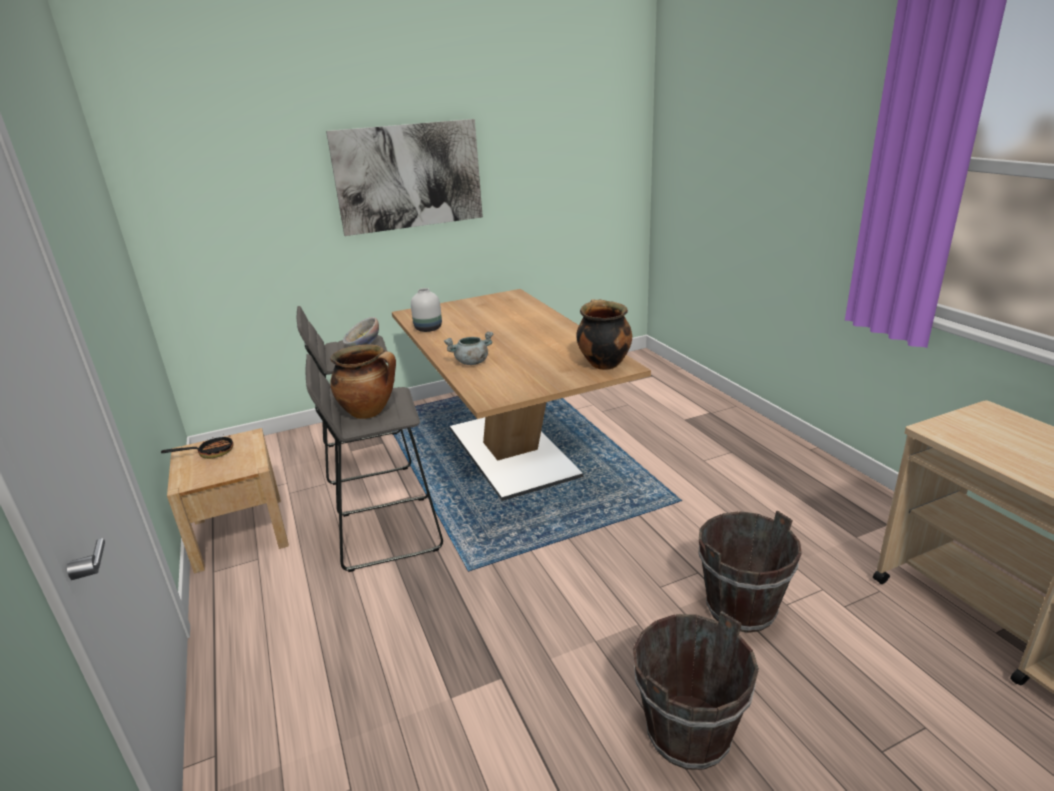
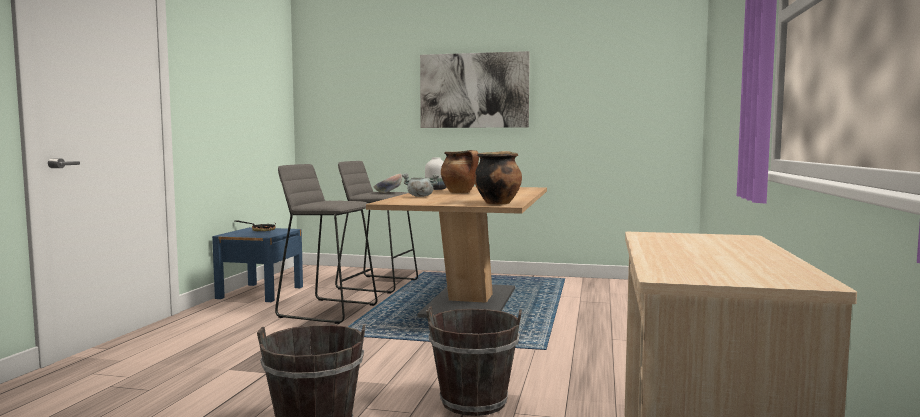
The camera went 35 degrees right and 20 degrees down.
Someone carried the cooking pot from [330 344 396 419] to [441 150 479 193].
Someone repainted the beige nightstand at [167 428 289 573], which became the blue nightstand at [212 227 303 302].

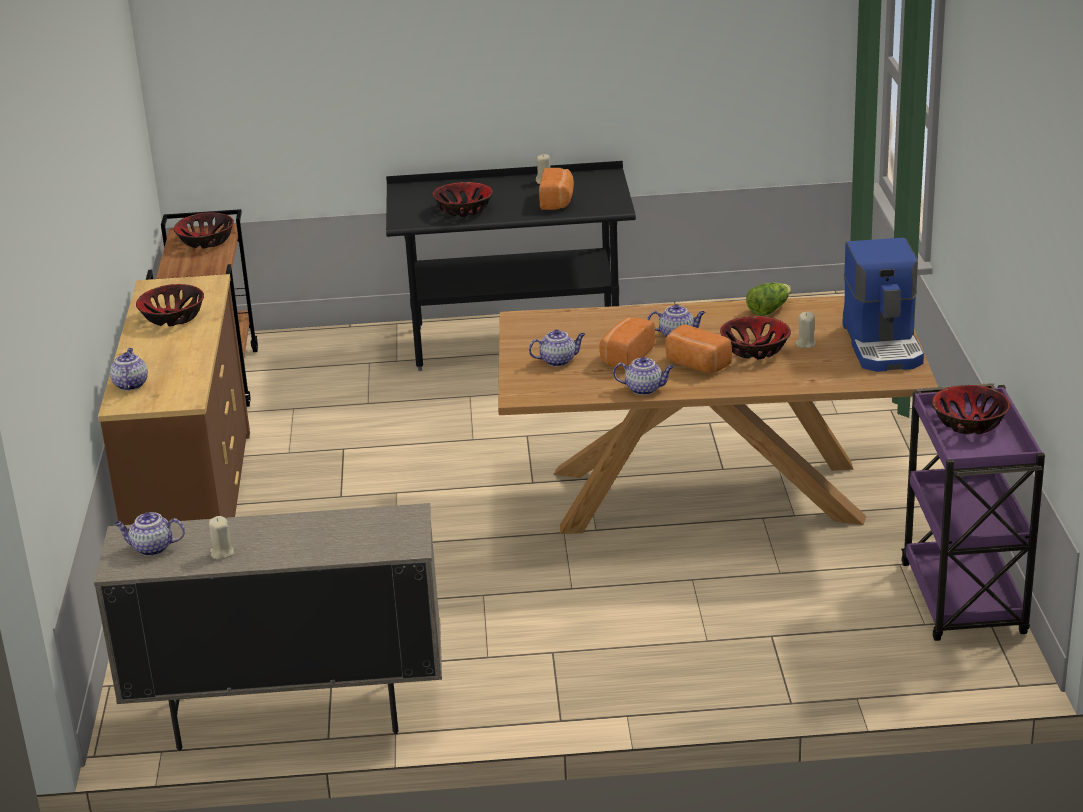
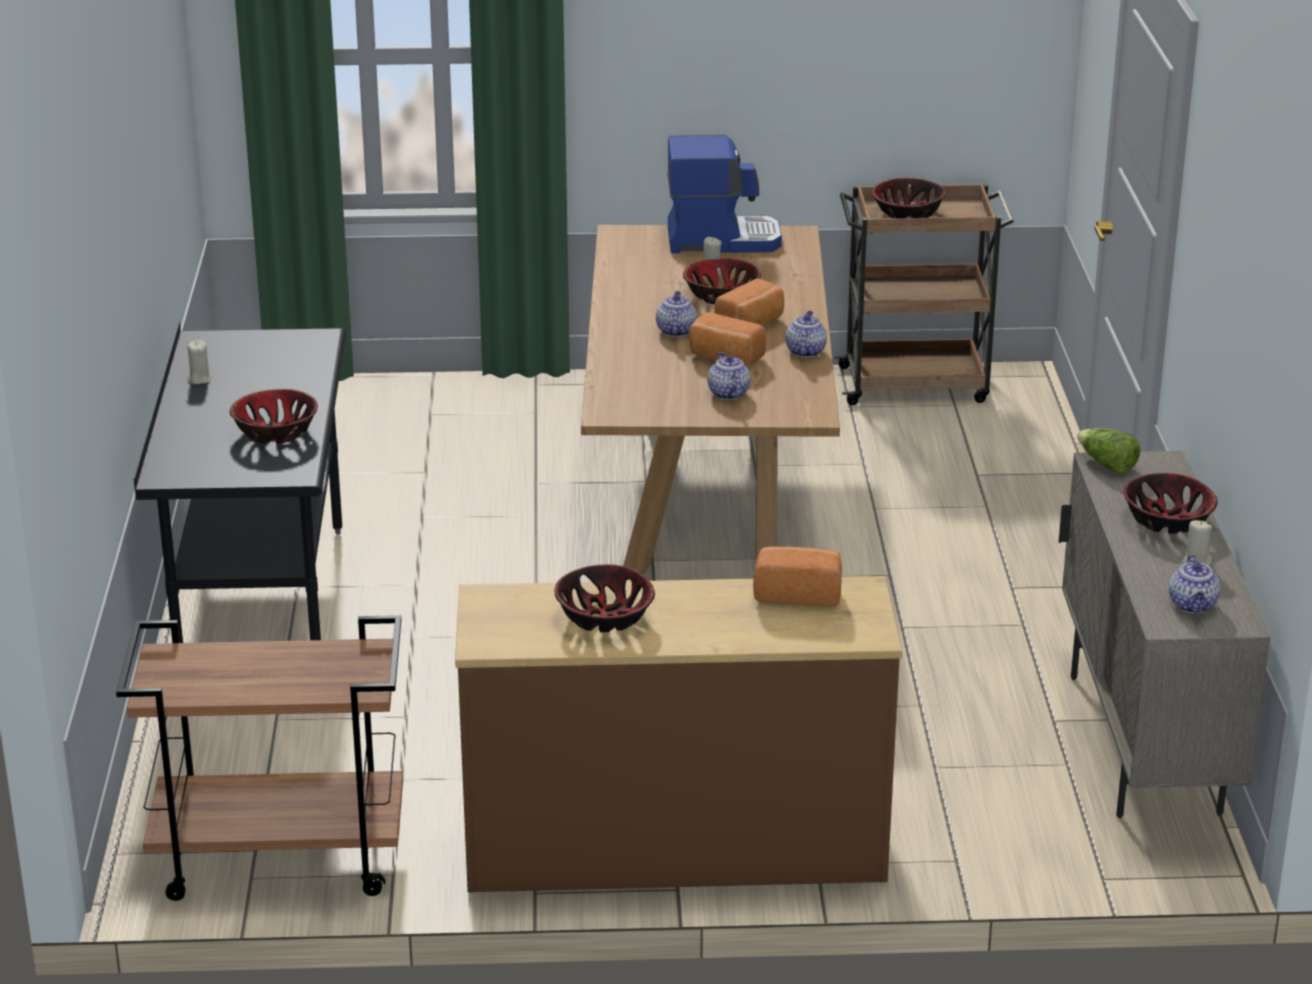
The camera went 90 degrees left and 0 degrees up.
Someone carried the bread from [539 168 574 210] to [753 546 842 606].
Someone carried the bowl from [174 212 234 249] to [1123 473 1218 534].
Someone carried the lettuce from [746 283 791 316] to [1077 428 1140 473].
Someone took away the teapot at [110 348 148 391].
Someone repainted the purple cart at [901 383 1045 641], which became the brown cart at [834 184 1014 405].

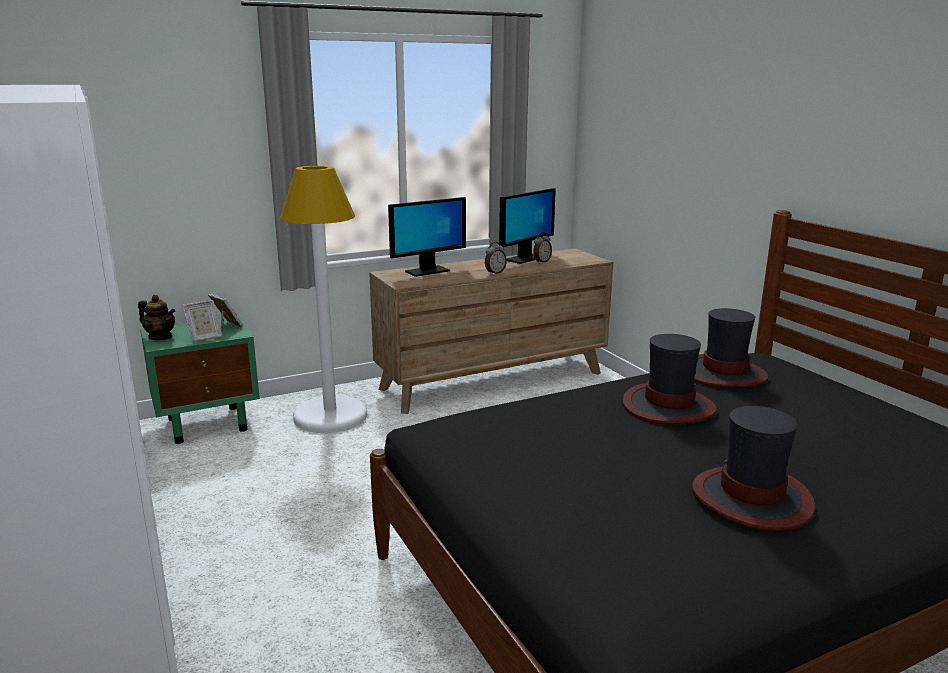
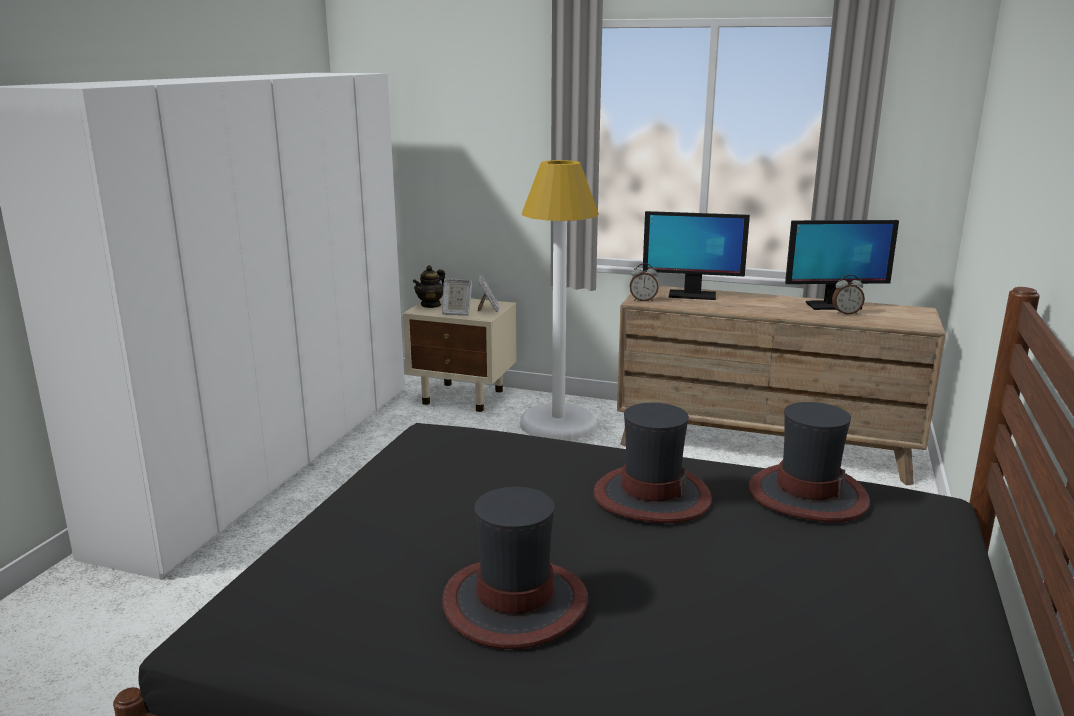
The camera went 45 degrees right and 0 degrees up.
Someone carried the alarm clock from [485 242 507 275] to [630 263 659 301].
Someone rotated the teapot at [138 295 175 340] by 60 degrees clockwise.
Someone repainted the green nightstand at [140 316 260 444], which became the beige nightstand at [403 296 516 412].

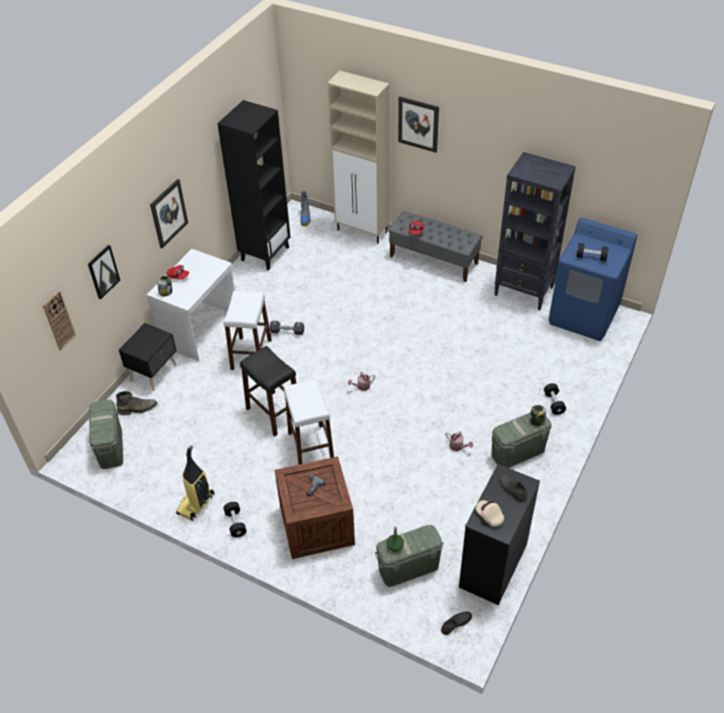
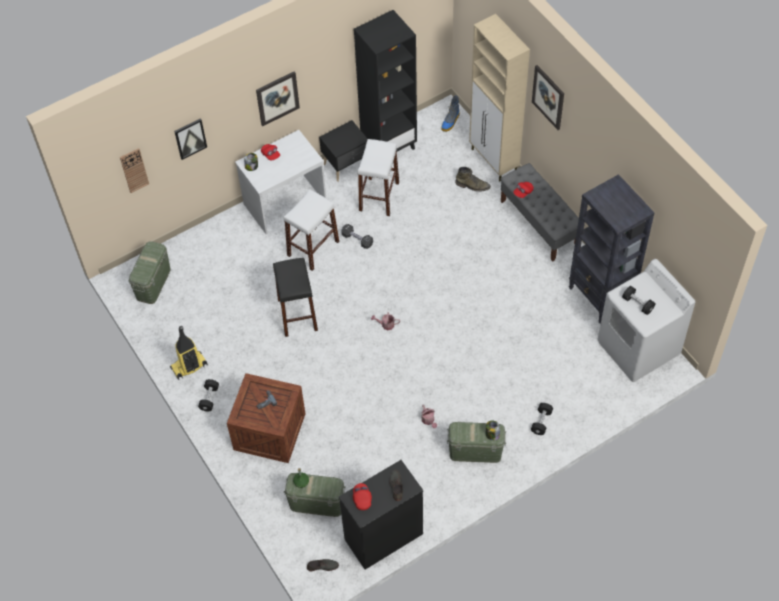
The camera went 30 degrees right and 10 degrees up.
Someone repainted the blue washing machine at [549 218 638 341], which became the white washing machine at [598 259 695 382].
Someone carried the black nightstand from [119 323 177 391] to [319 120 368 182].
Someone carried the white stool from [284 379 334 465] to [358 139 399 216].
Someone carried the green boot from [116 391 157 415] to [455 167 491 192].
Someone repainted the beige cap at [476 500 504 527], which became the red cap at [353 483 372 510].

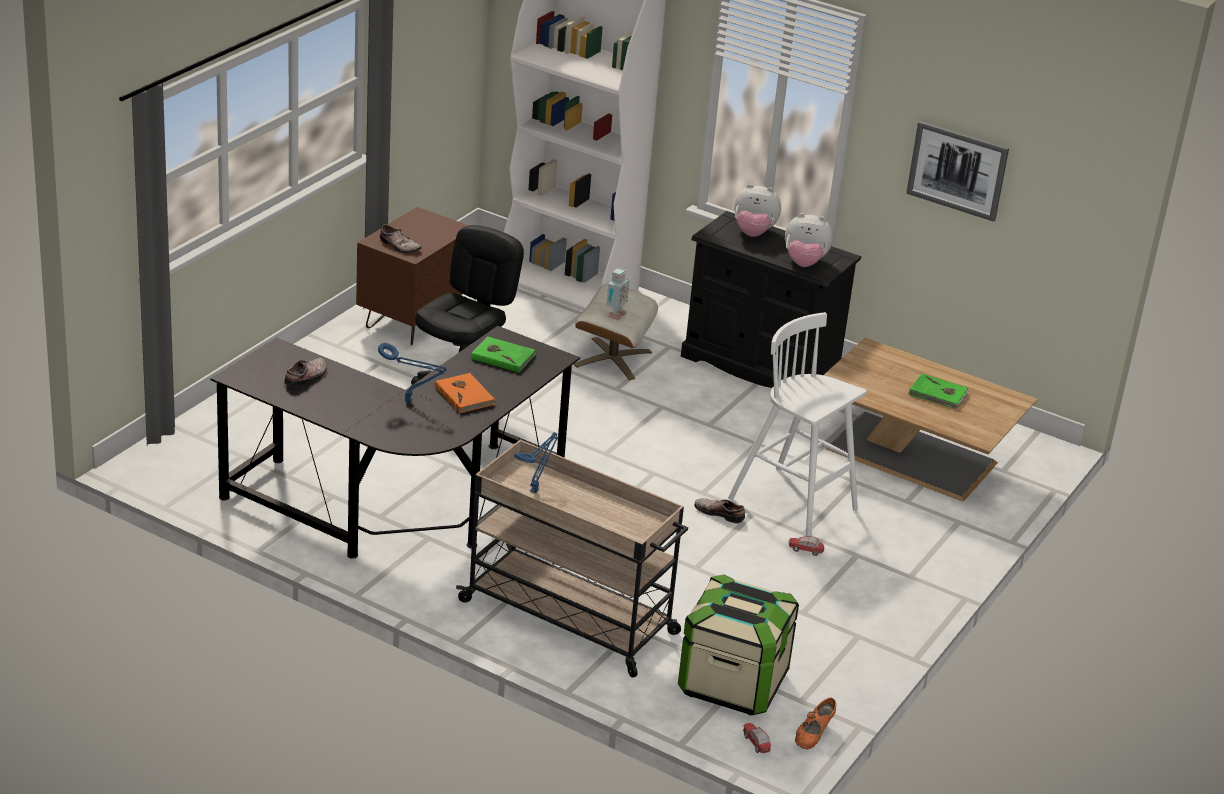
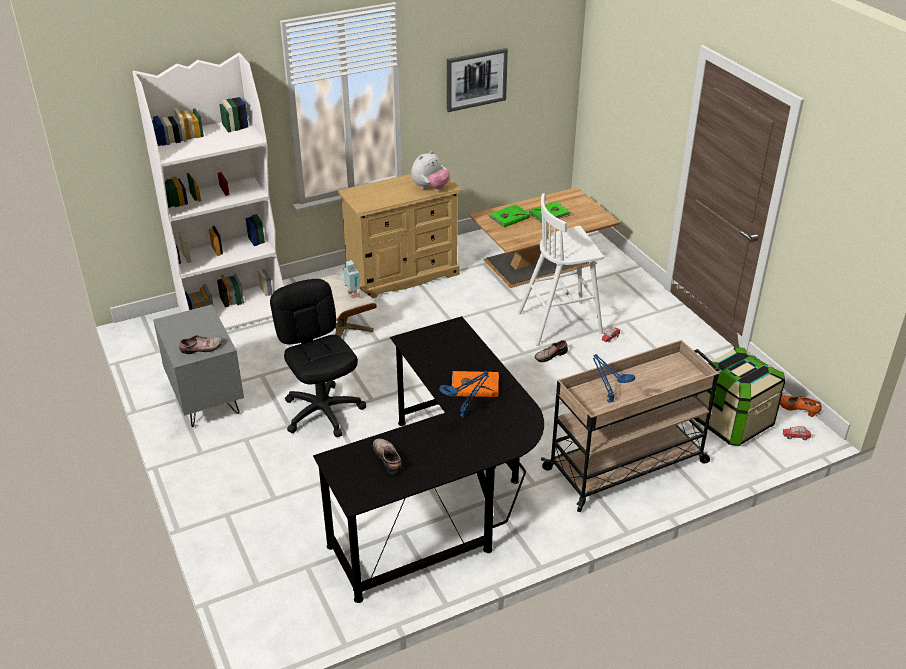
The camera went 55 degrees left and 5 degrees up.
Someone took away the plush toy at [734 184 781 237].
Someone repainted the brown nightstand at [356 207 469 345], which became the grey nightstand at [153 304 244 427].
Someone repainted the black dresser at [681 211 861 388], which became the beige dresser at [338 174 462 298].
Someone carried the green book from [472 337 536 373] to [488 204 530 227].
Someone rotated the orange shoe at [795 698 836 749] by 150 degrees clockwise.

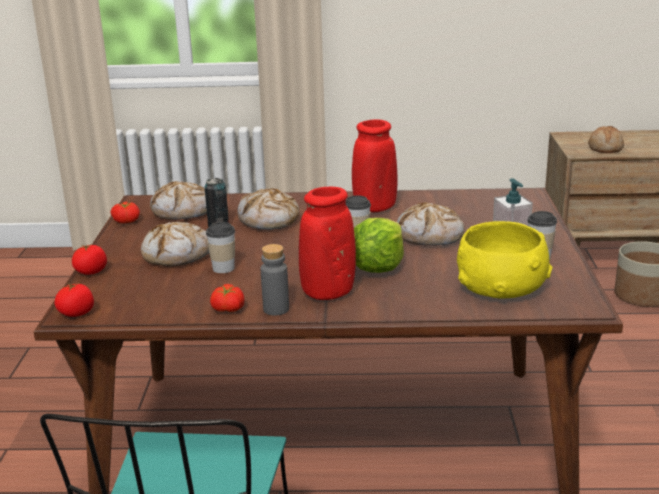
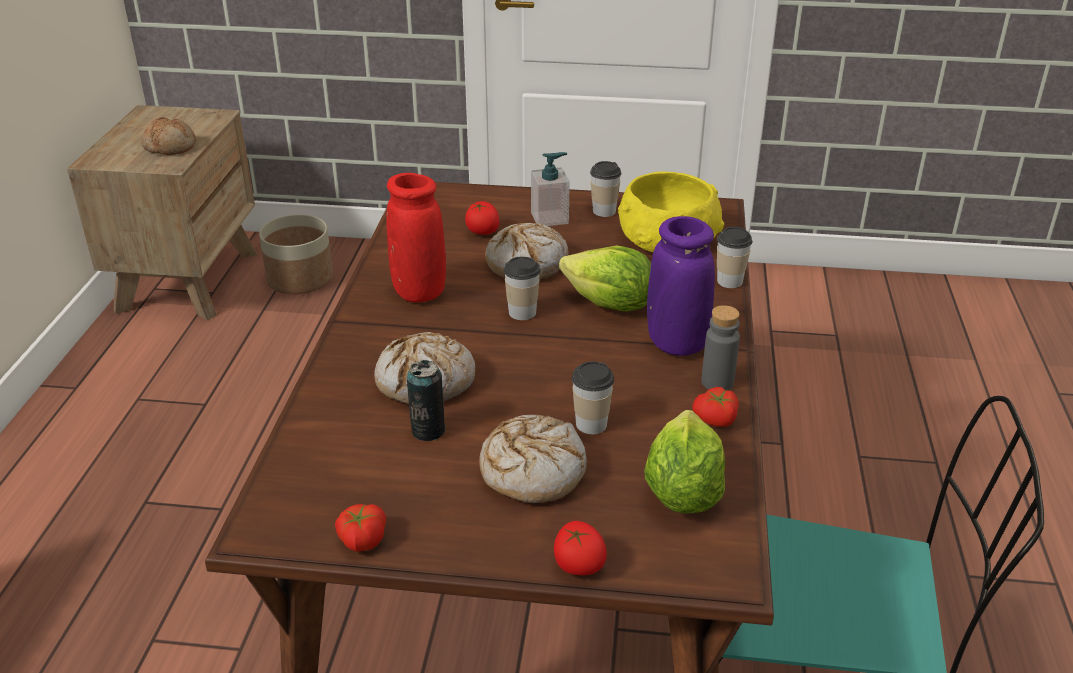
The camera went 85 degrees left and 10 degrees up.
Someone took away the bread at [150 181 207 220].
Someone repainted the red vase at [299 187 356 300], which became the purple vase at [647 216 715 356].
Someone carried the tomato from [54 283 94 317] to [465 201 499 235].
Someone put down the cup at [717 227 752 288].
Someone put down the lettuce at [644 410 725 513].

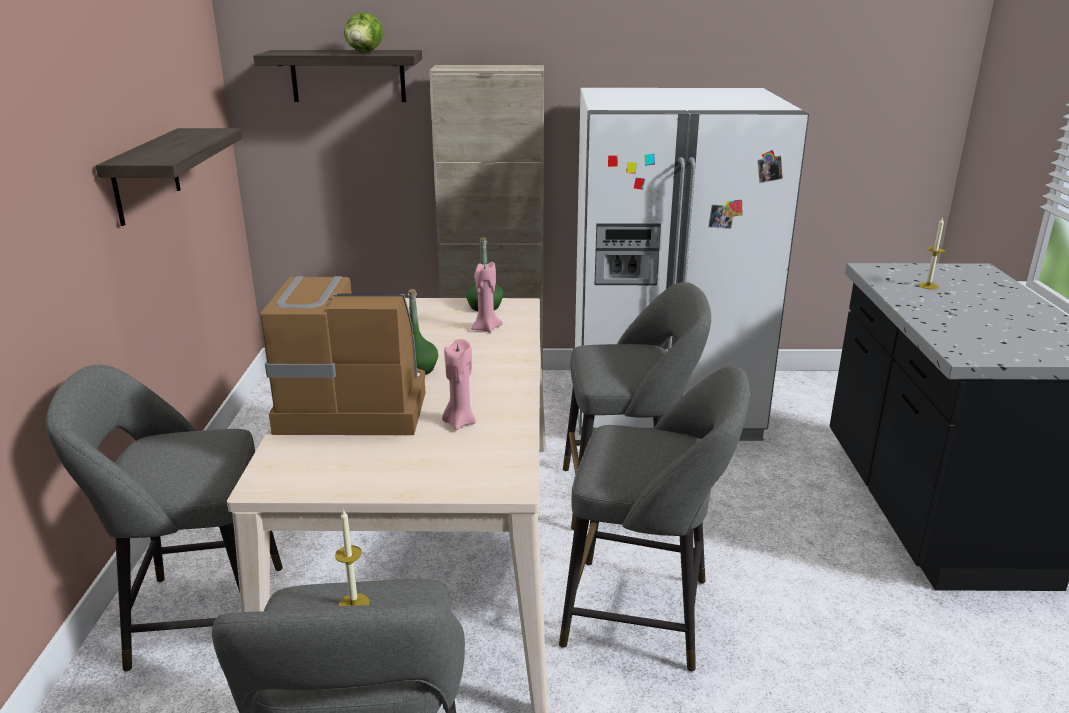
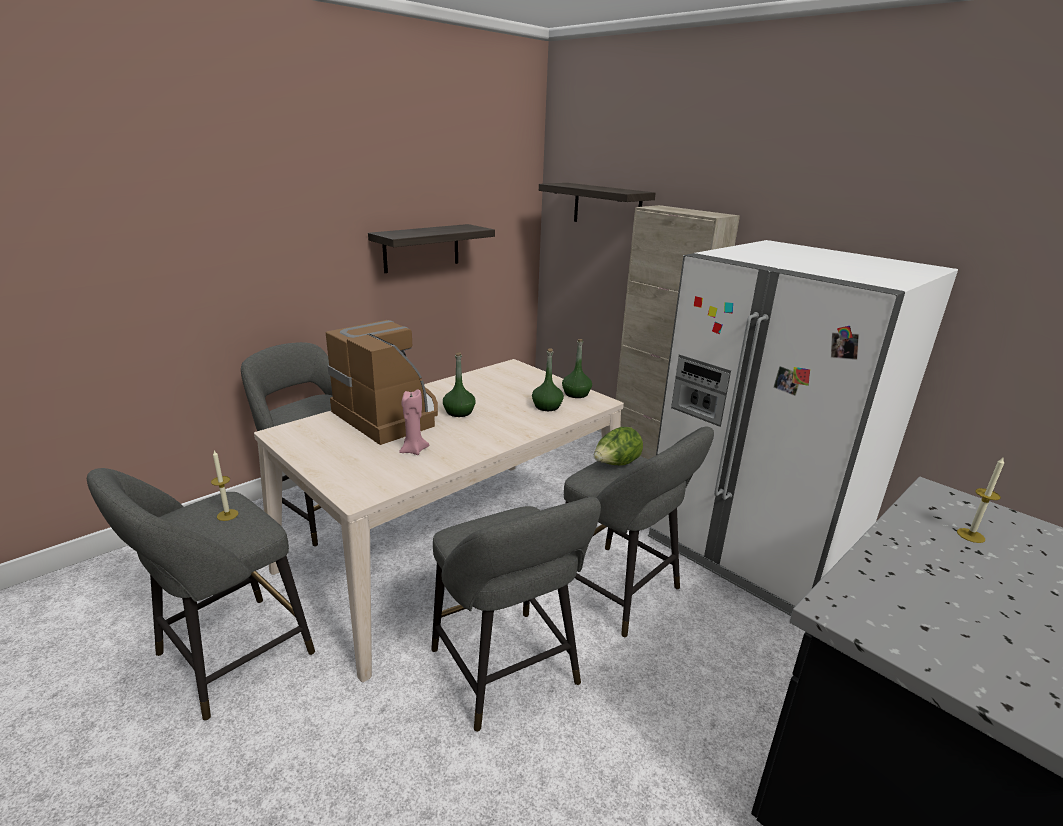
The camera went 45 degrees right and 0 degrees up.
Someone carried the lettuce from [344 12 383 52] to [594 427 643 466].
Someone swapped the pink candle at [471 261 503 333] for the green bottle at [532 348 564 411].

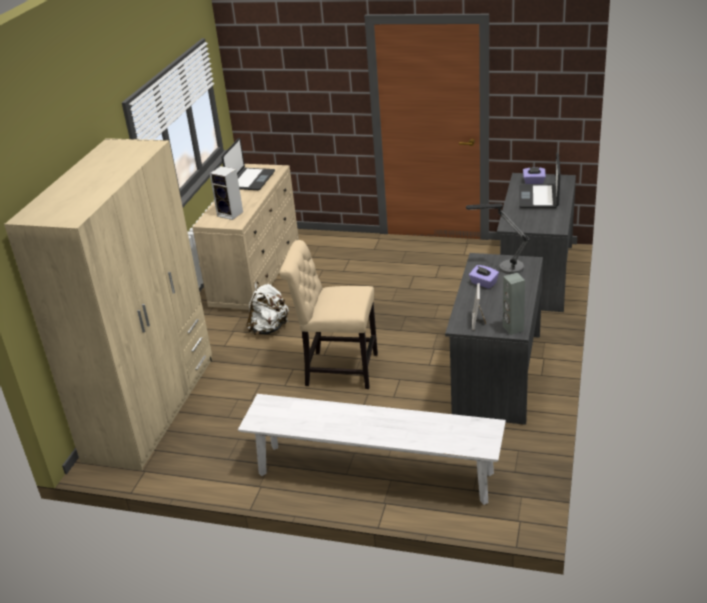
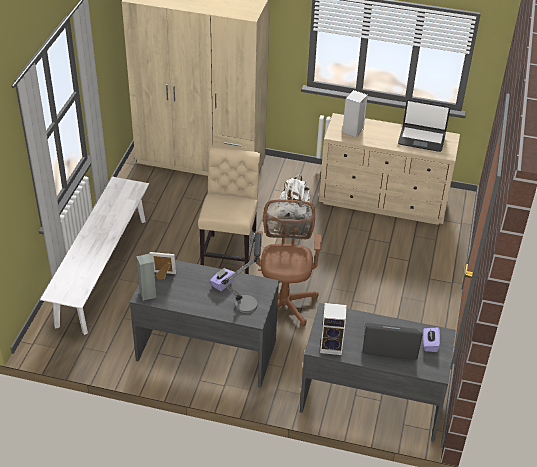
The camera went 85 degrees right and 10 degrees up.
Someone put down the brown office chair at [255 200 322 326].
Someone put down the speaker at [320 303 347 355].

